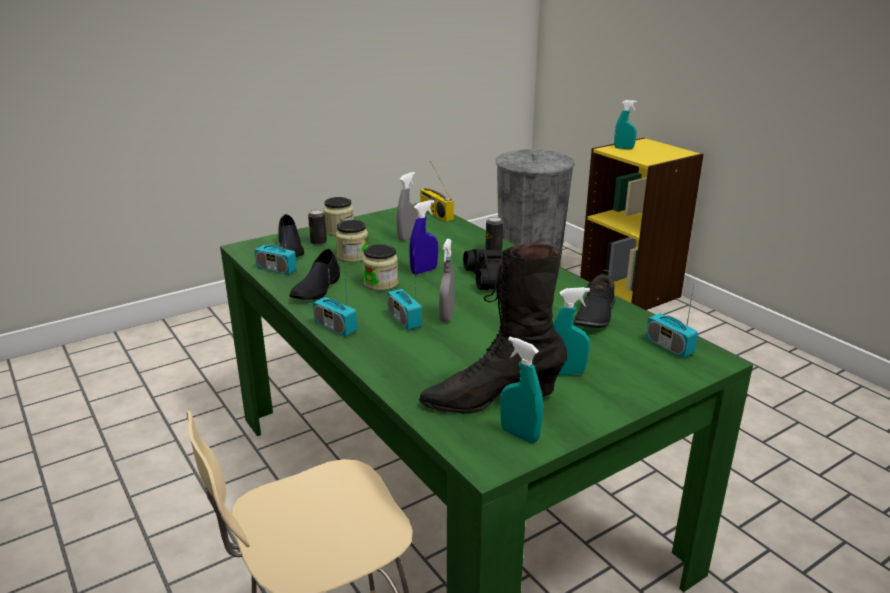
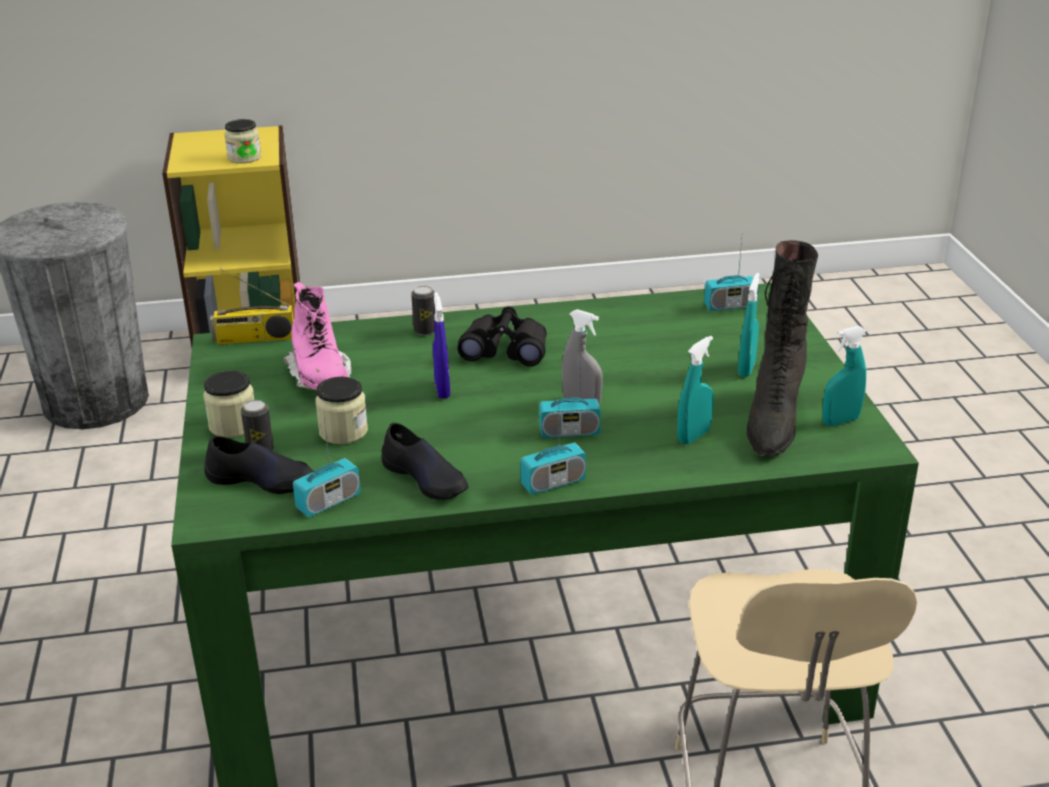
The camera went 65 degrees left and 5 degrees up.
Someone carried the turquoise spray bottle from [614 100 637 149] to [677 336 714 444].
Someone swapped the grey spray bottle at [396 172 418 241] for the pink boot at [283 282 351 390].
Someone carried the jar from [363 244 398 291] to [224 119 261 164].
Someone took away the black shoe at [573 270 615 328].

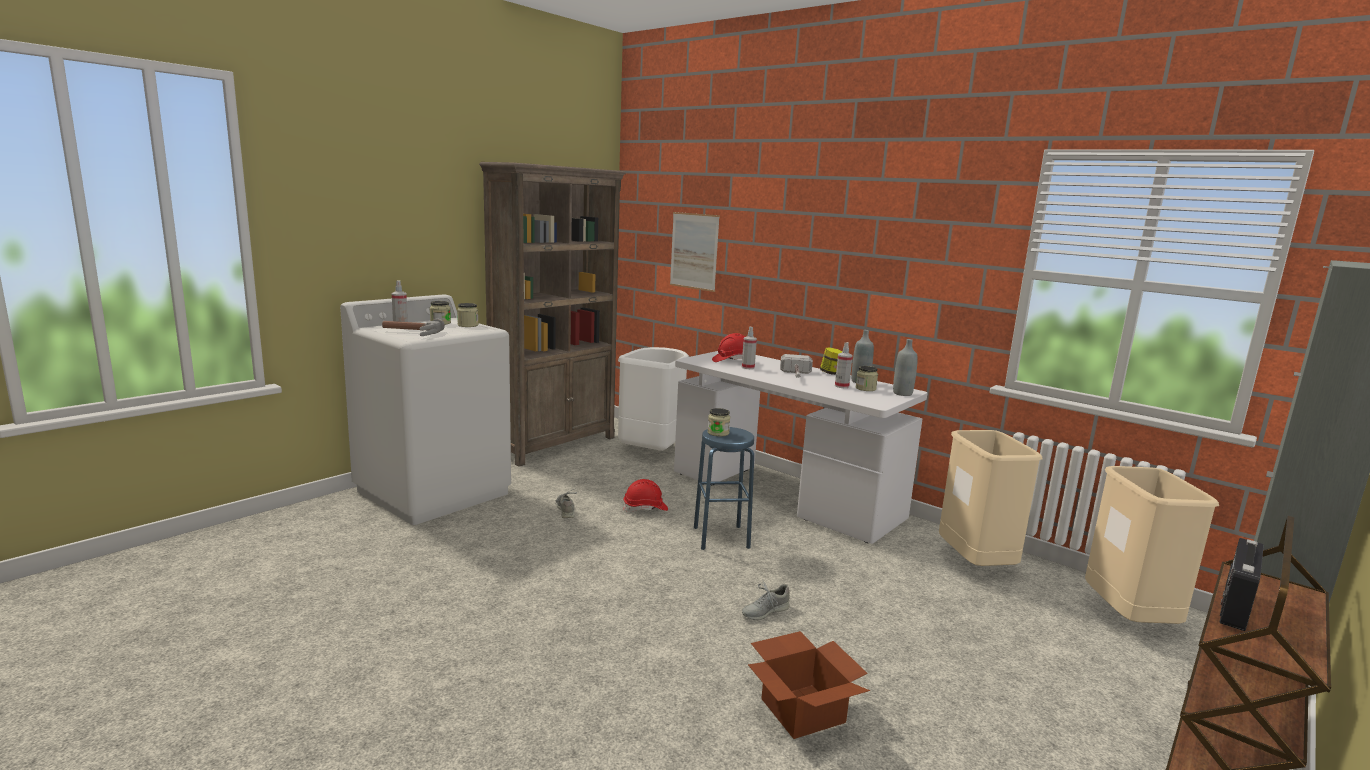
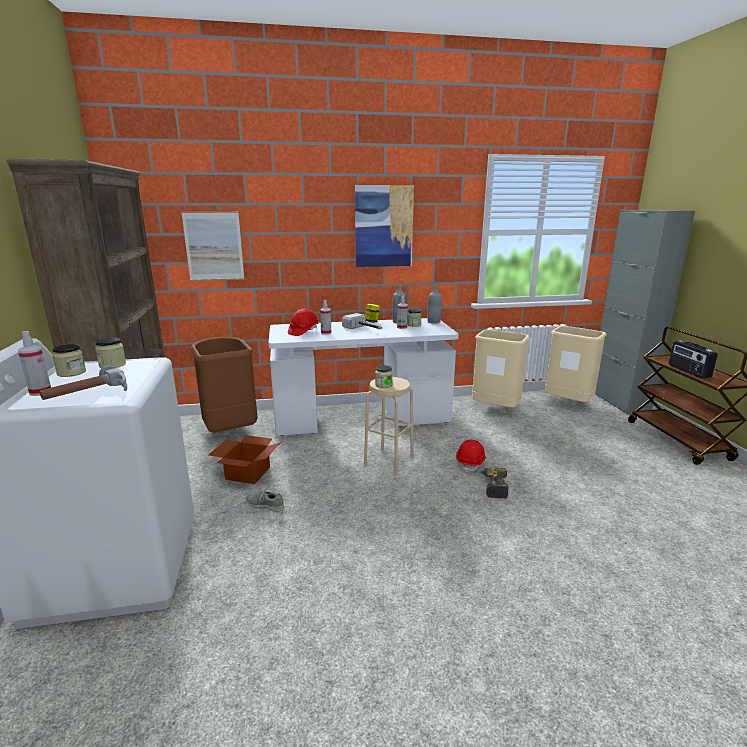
The camera went 50 degrees left and 5 degrees up.
Someone repainted the white trash can at [618 347 689 451], which became the brown trash can at [191 337 258 433].
Someone repainted the blue stool at [694 427 754 550], which became the beige stool at [364 377 414 475].
Someone carried the red hard hat from [623 479 668 512] to [456 439 486 473].
Someone swapped the grey shoe at [742 579 790 620] for the power drill at [475 467 509 498].
Someone carried the cardboard box from [748 631 870 739] to [208 435 281 484].
Someone put up the picture at [355 185 414 267].

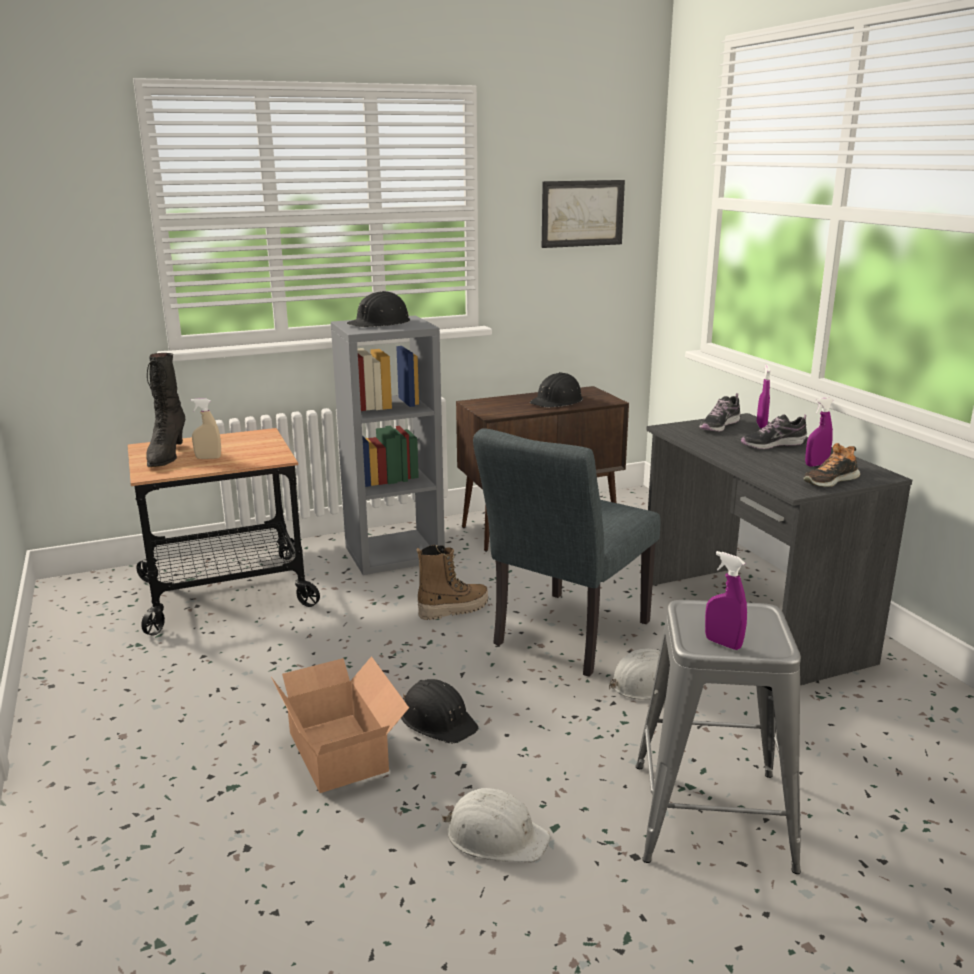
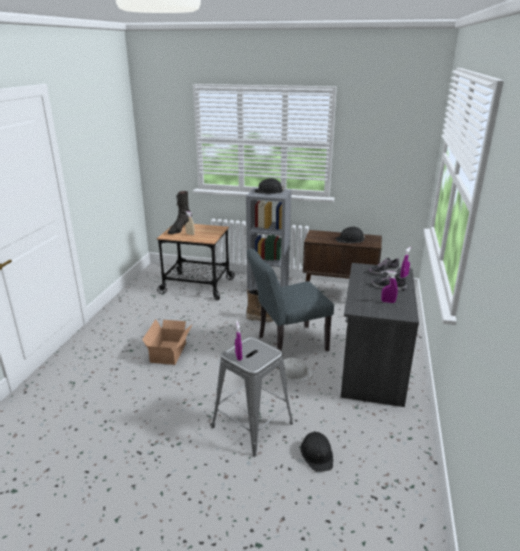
The camera went 35 degrees right and 5 degrees up.
Someone took away the picture at [542 180 625 248].
Someone took away the shoe at [803 443 860 487].
Someone carried the black hard hat from [401 679 479 743] to [300 432 333 472].
Someone took away the white hard hat at [442 788 550 863].

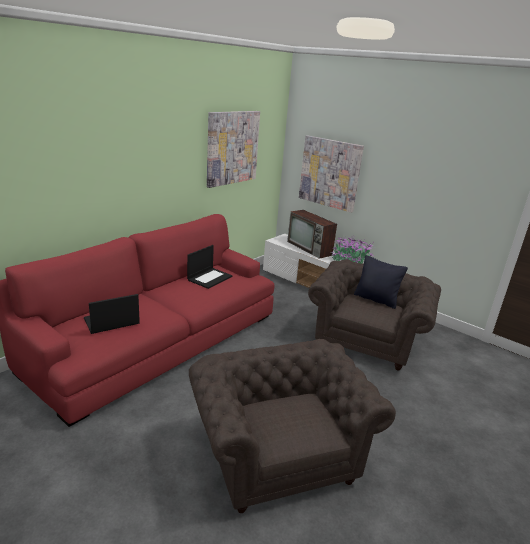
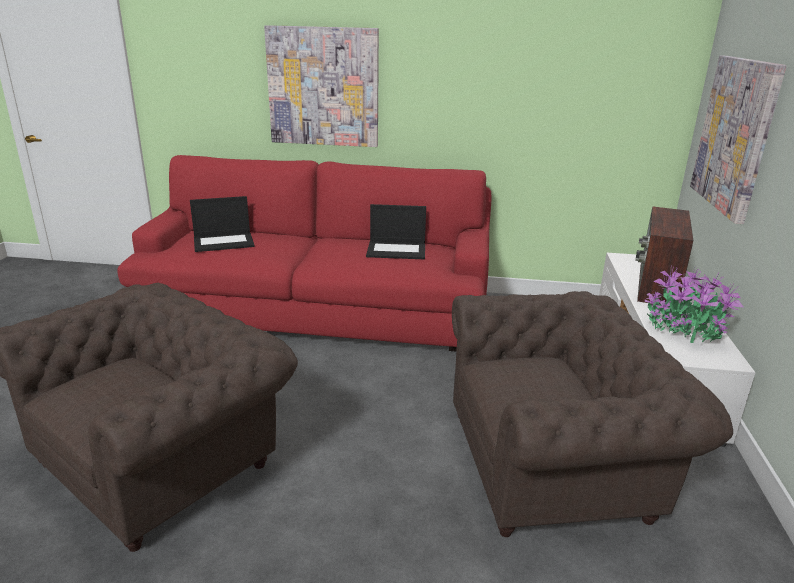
The camera went 60 degrees right and 0 degrees up.
Someone carried the picture from [207 111 260 188] to [264 25 379 147].
Someone took away the black pillow at [354 255 408 309].
Someone rotated the laptop at [84 294 140 334] by 135 degrees clockwise.

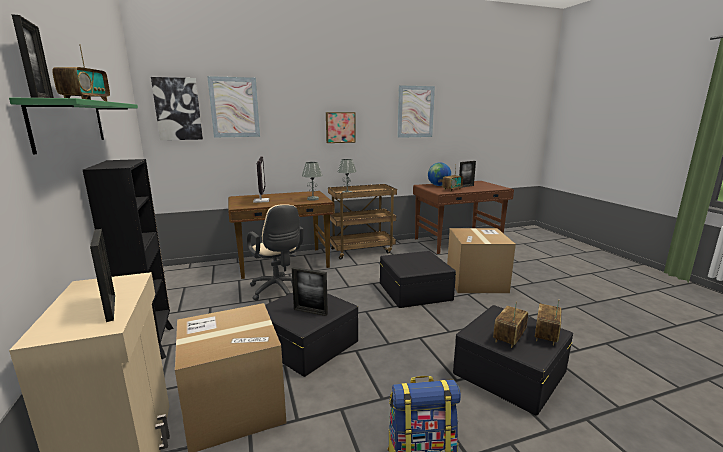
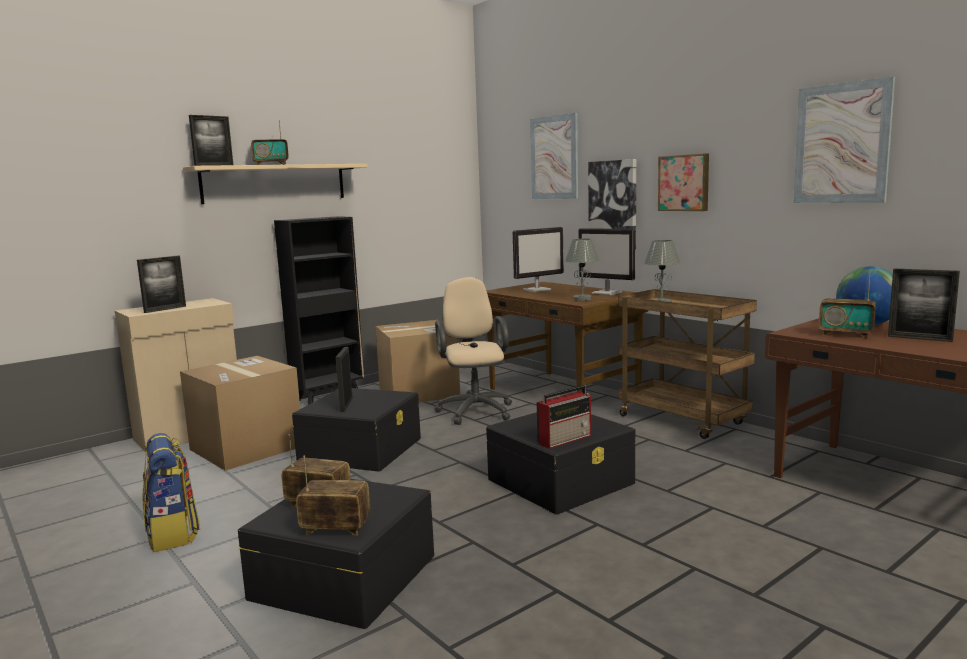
The camera went 70 degrees right and 5 degrees down.
Someone carried the picture from [151 77 203 140] to [588 159 636 249].
Someone repainted the green shelf at [9 98 138 154], which became the beige shelf at [183 164 367 204].
Someone rotated the beige office chair at [247 204 304 301] by 135 degrees clockwise.
Someone carried the cardboard box from [447 228 516 293] to [375 320 460 403].
Someone put down the monitor at [578 228 635 295].
Someone put down the radio at [537 385 591 449].

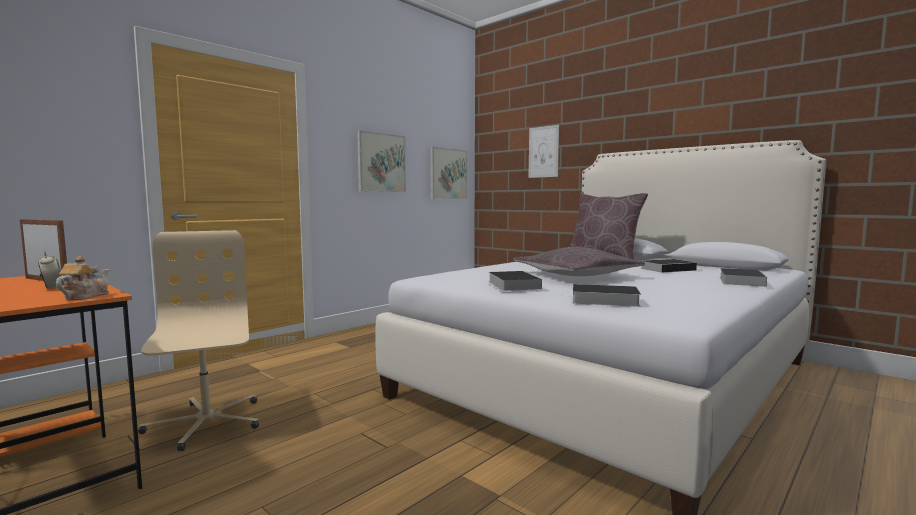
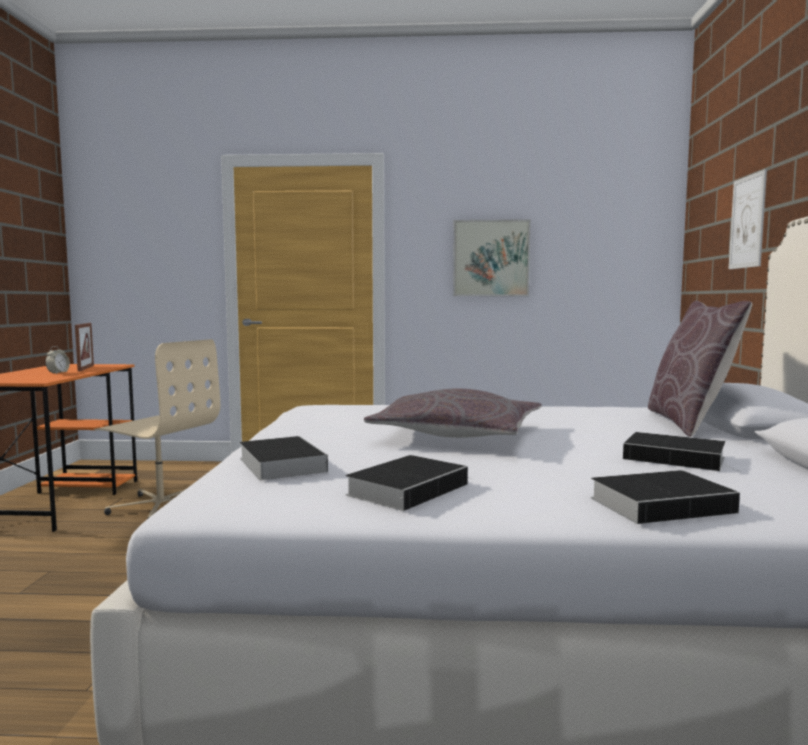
The camera went 50 degrees right and 0 degrees up.
Someone took away the picture at [430 147 467 199].
Someone rotated the beige office chair at [138 230 259 451] by 90 degrees clockwise.
Someone took away the teapot at [56 256 109 300].
Someone carried the book from [488 271 542 291] to [345 455 468 511].

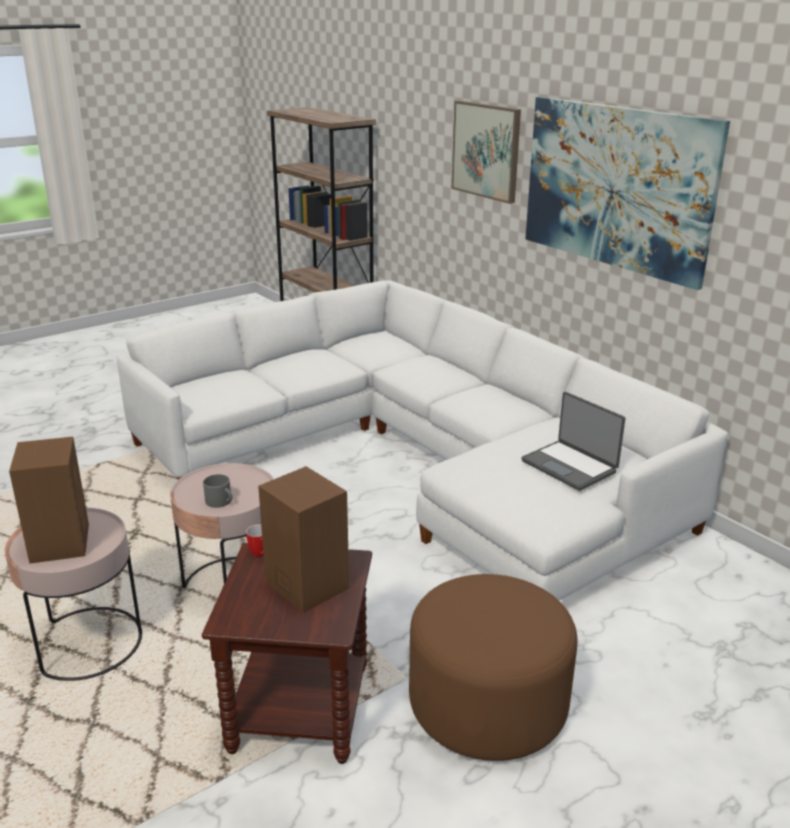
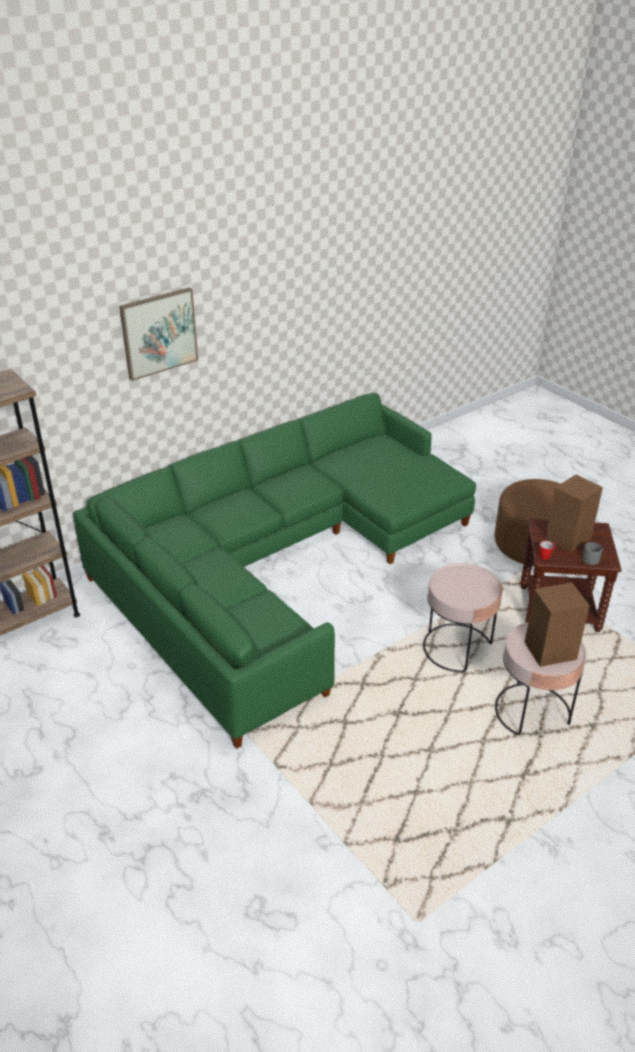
The camera went 90 degrees left and 10 degrees up.
Someone took away the picture at [525 97 730 290].
Someone repainted the white sofa at [117 280 728 600], which became the green sofa at [73 393 476 749].
Someone took away the laptop at [521 392 625 491].
Someone carried the grey mug from [203 474 232 508] to [582 542 603 565].

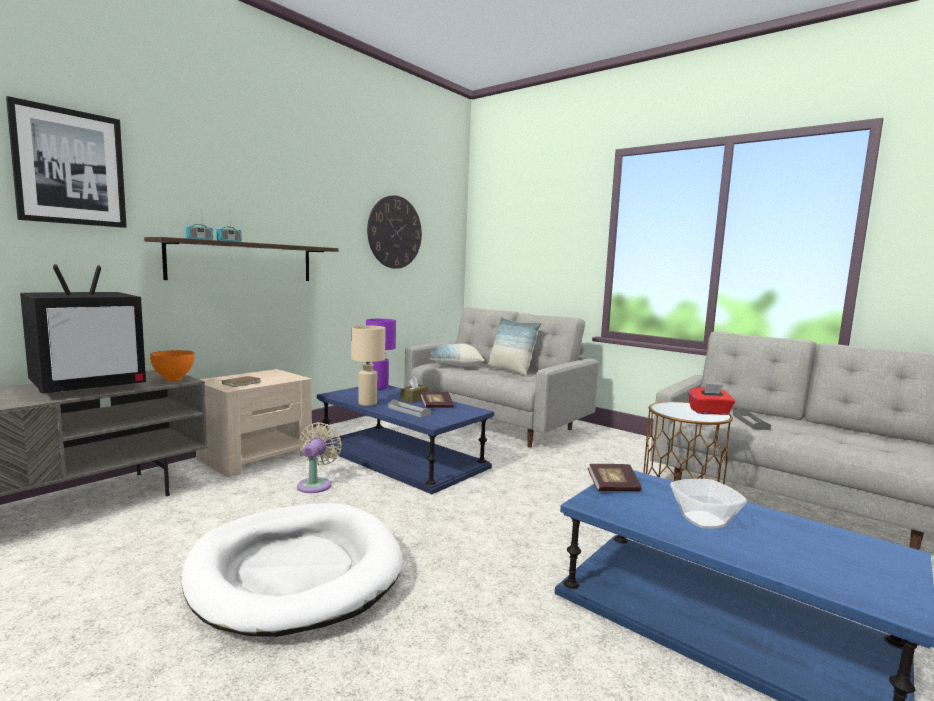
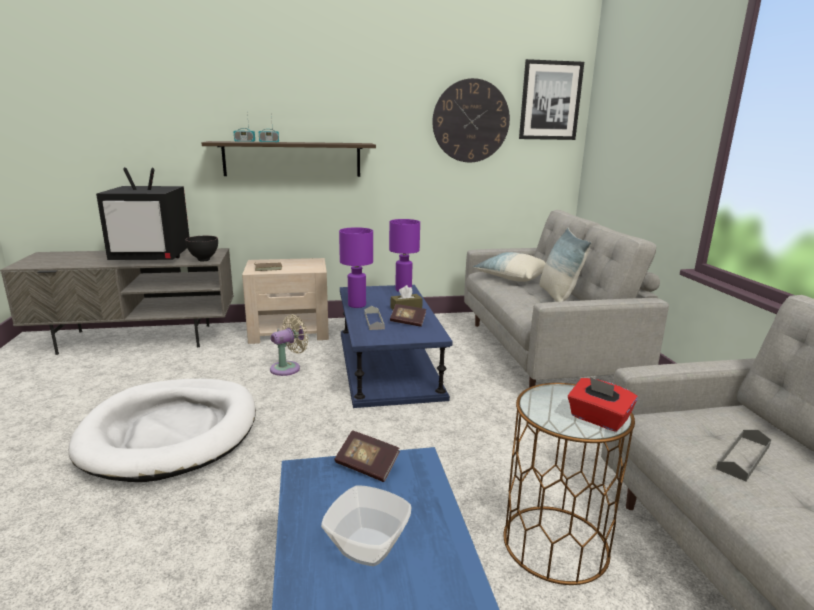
The camera went 40 degrees right and 10 degrees up.
Someone carried the picture from [6 96 127 228] to [519 59 584 140].
Someone repainted the beige table lamp at [351 325 386 406], which became the purple table lamp at [339 227 373 308].
Someone repainted the orange bowl at [150 350 194 382], which became the black bowl at [185 236 218 261].

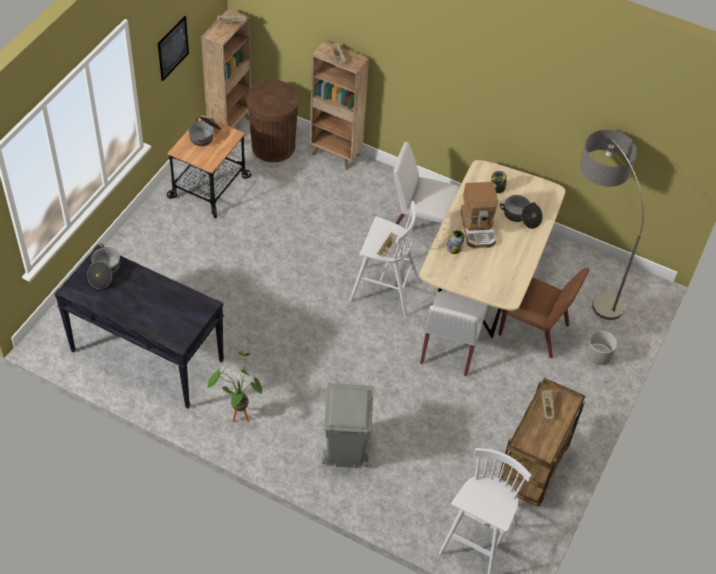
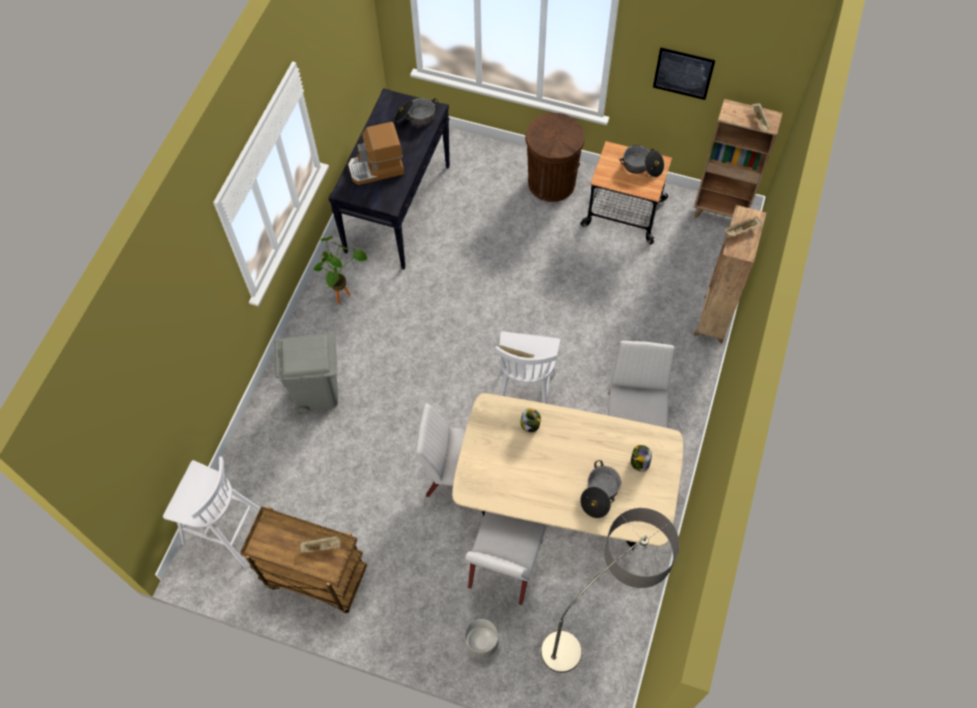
The camera went 85 degrees right and 10 degrees up.
Someone carried the brown trash can from [246 80 300 162] to [525 113 585 202].
Someone carried the coffee machine from [460 182 498 248] to [348 122 404 185].
Someone repainted the brown chair at [498 267 589 358], which became the white chair at [465 512 547 605].

